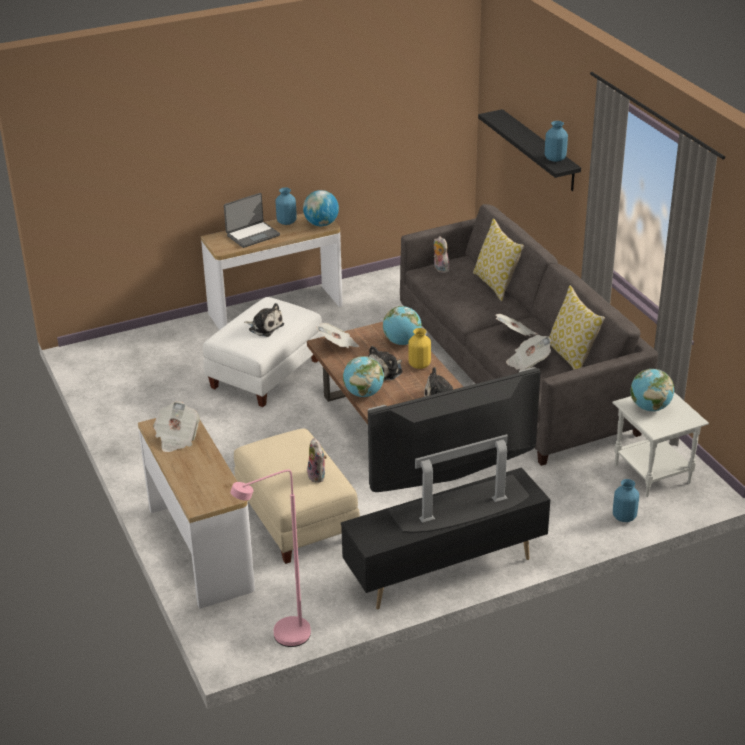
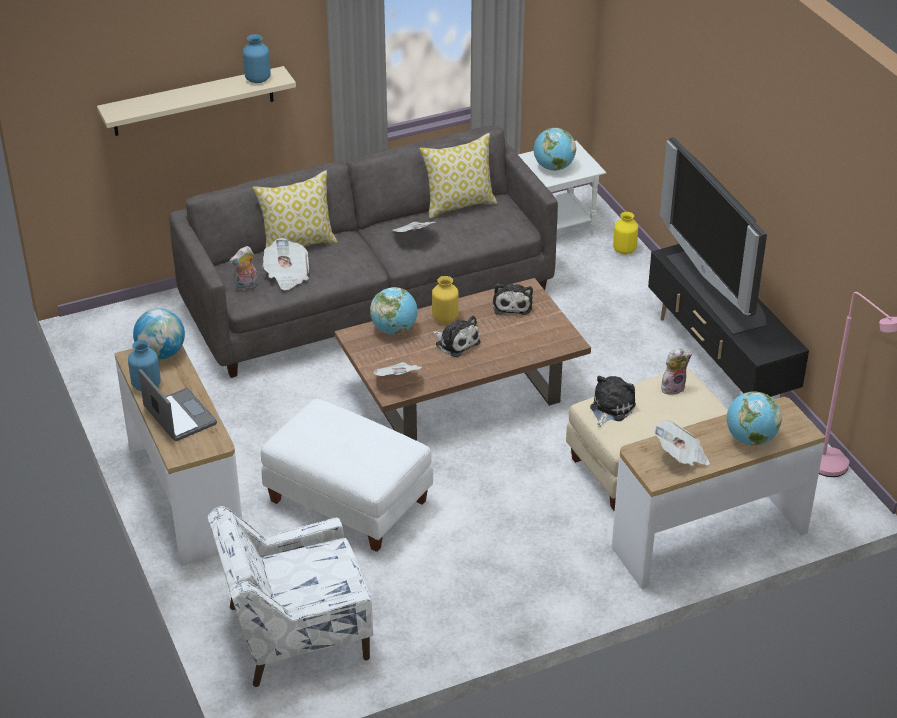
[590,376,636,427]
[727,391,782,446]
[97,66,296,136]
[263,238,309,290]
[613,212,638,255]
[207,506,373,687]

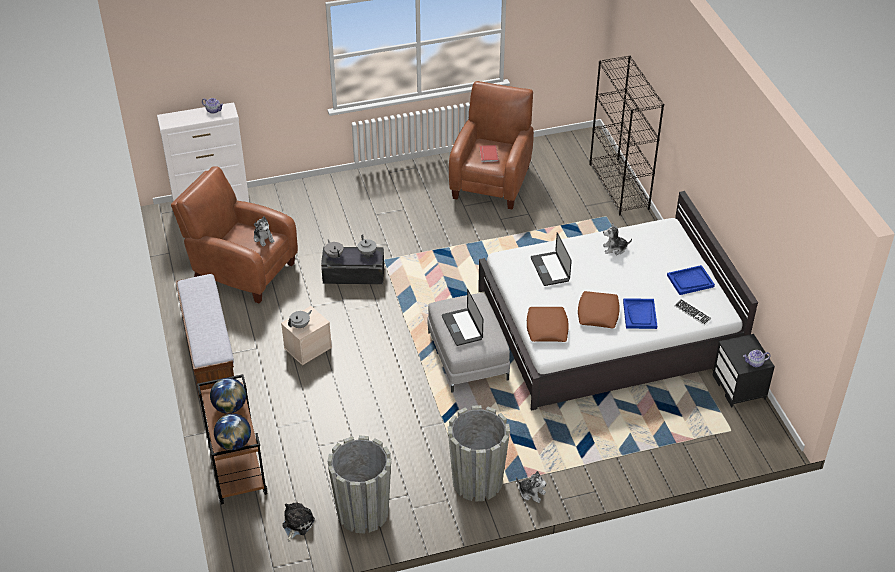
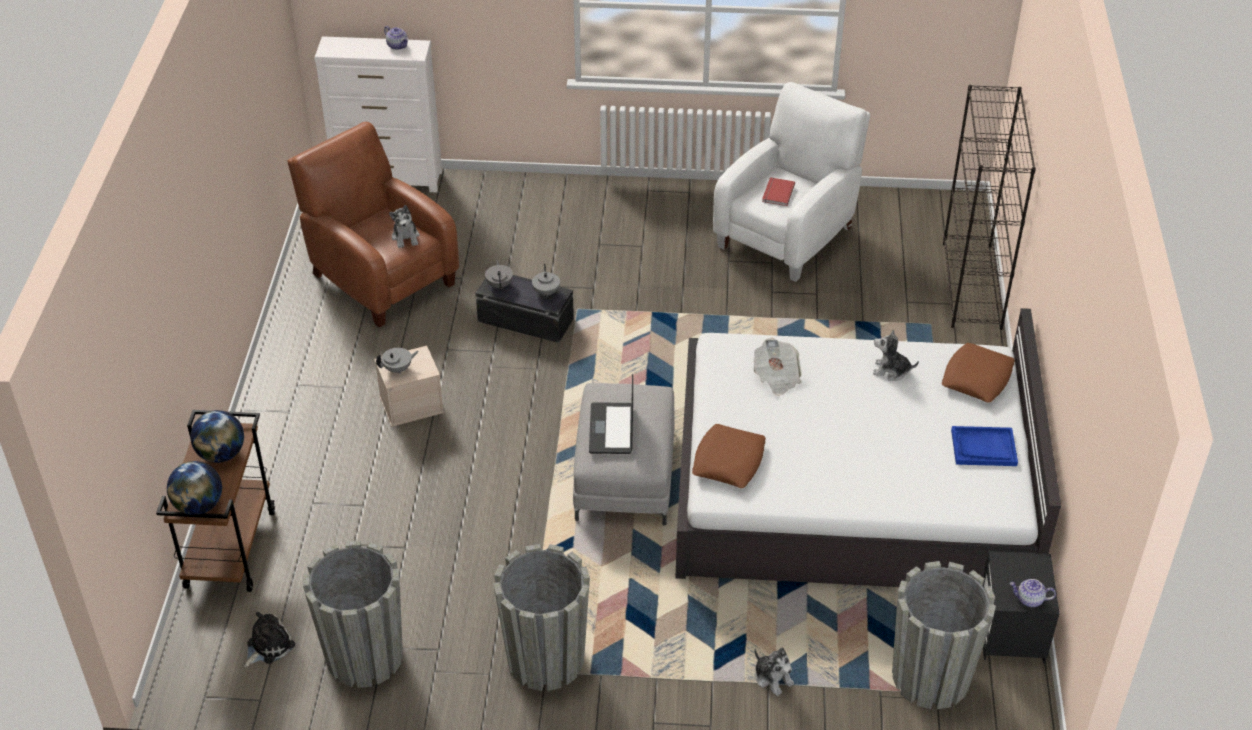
[176,274,234,398] (first image)
[713,82,870,282]
[754,647,794,696]
[753,338,802,396]
[942,343,1015,403]
[623,298,657,329] (first image)
[674,299,712,325] (first image)
[892,561,996,709]

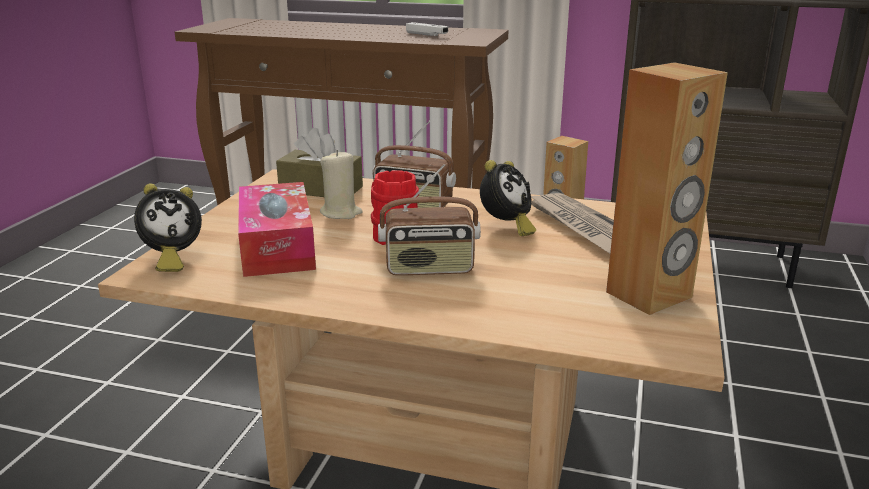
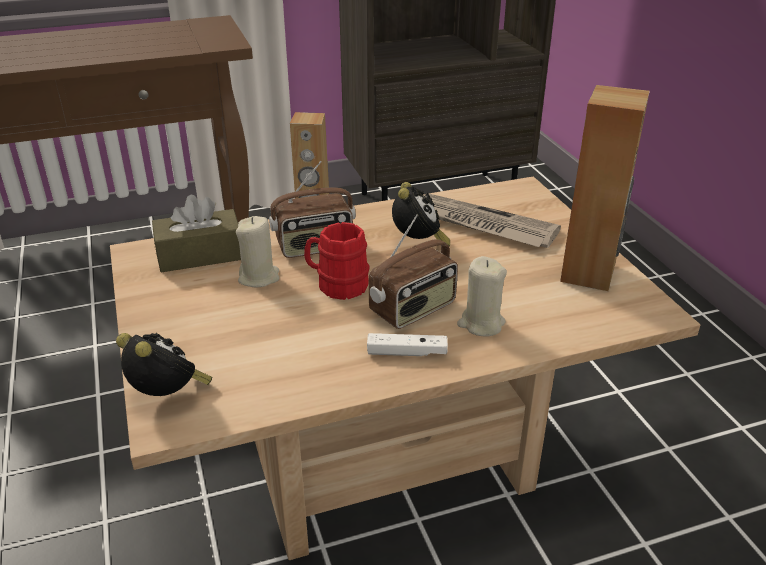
[116,333,212,396]
[238,182,316,277] (first image)
[367,333,448,356]
[457,256,507,336]

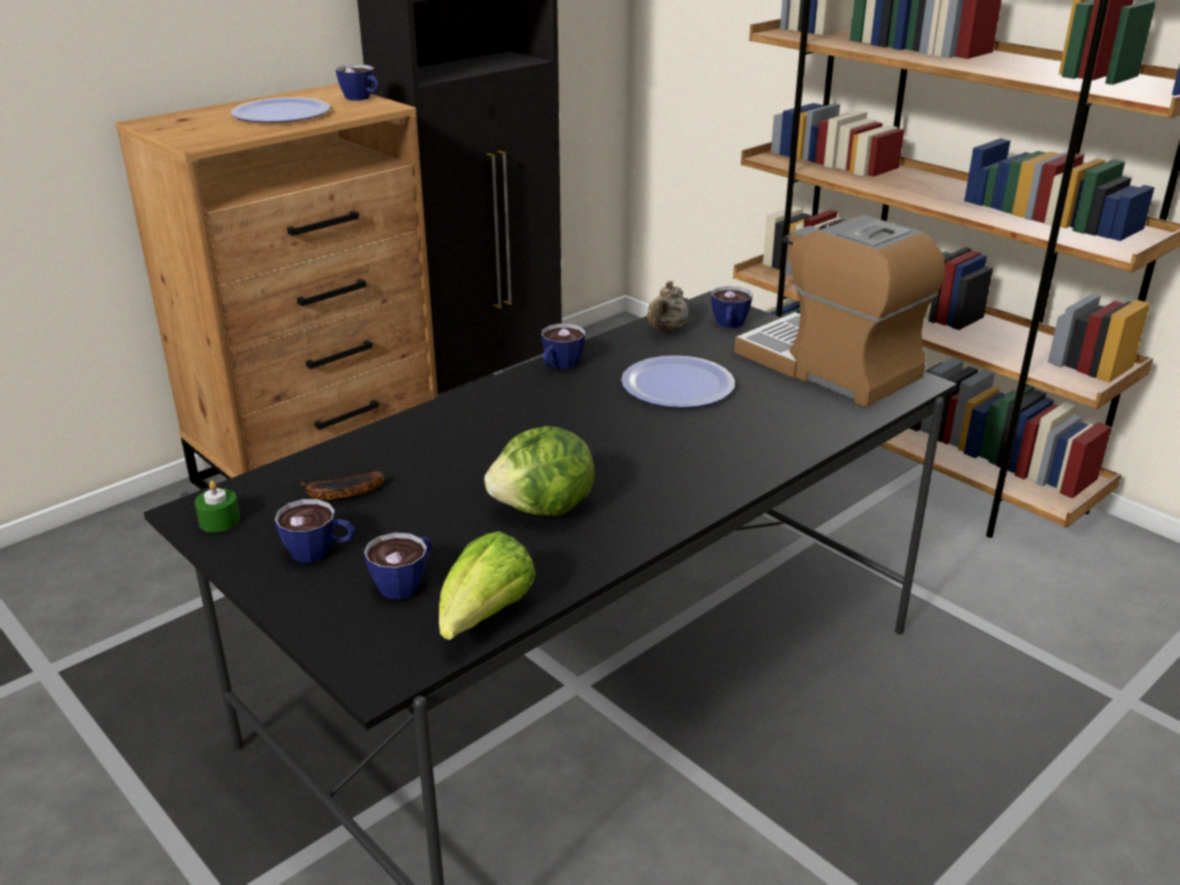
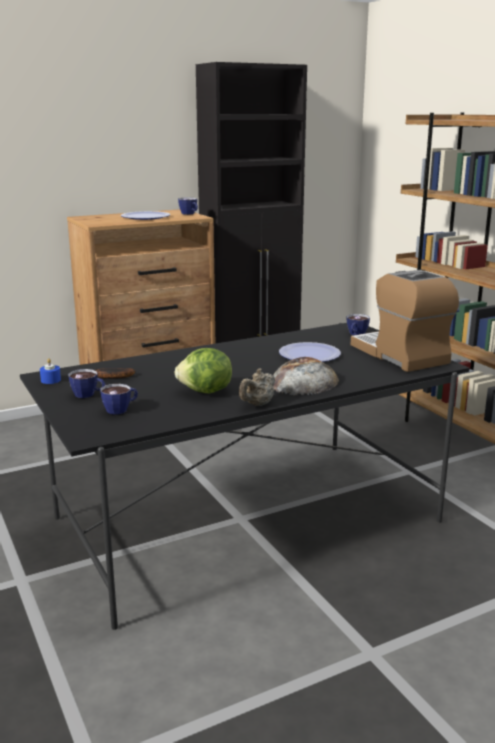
[40,358,61,384]
[439,531,536,640] (first image)
[541,324,585,369] (first image)
[239,368,275,406]
[273,357,339,395]

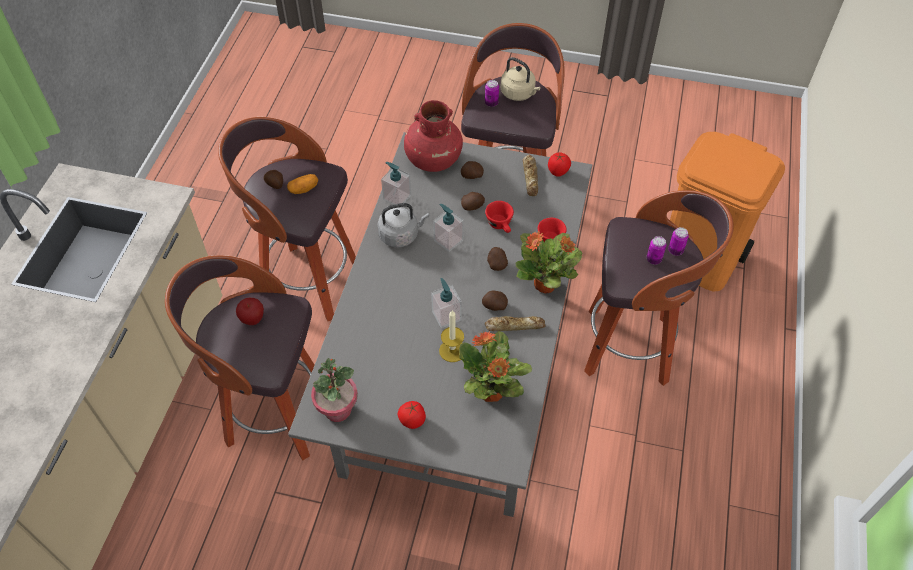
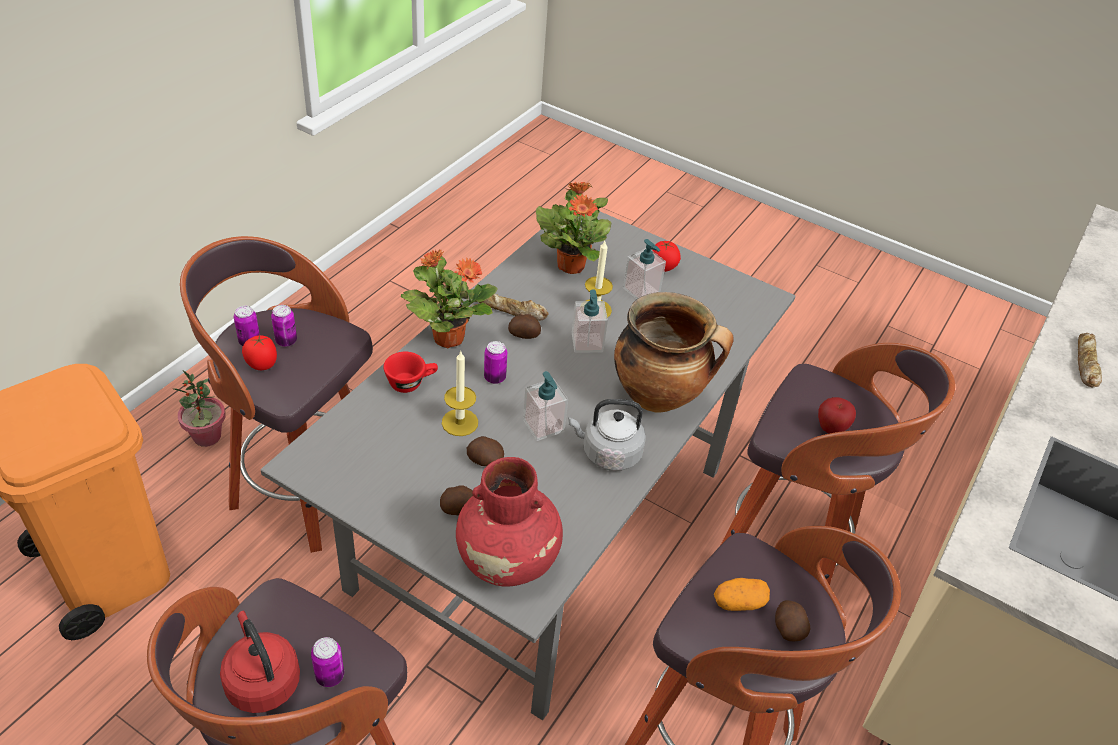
[173,370,226,447]
[623,239,666,300]
[442,351,478,436]
[484,341,507,384]
[220,611,300,713]
[1078,333,1102,387]
[242,335,277,370]
[614,292,734,413]

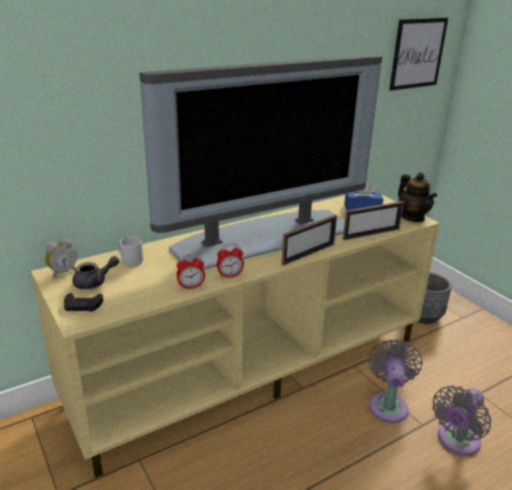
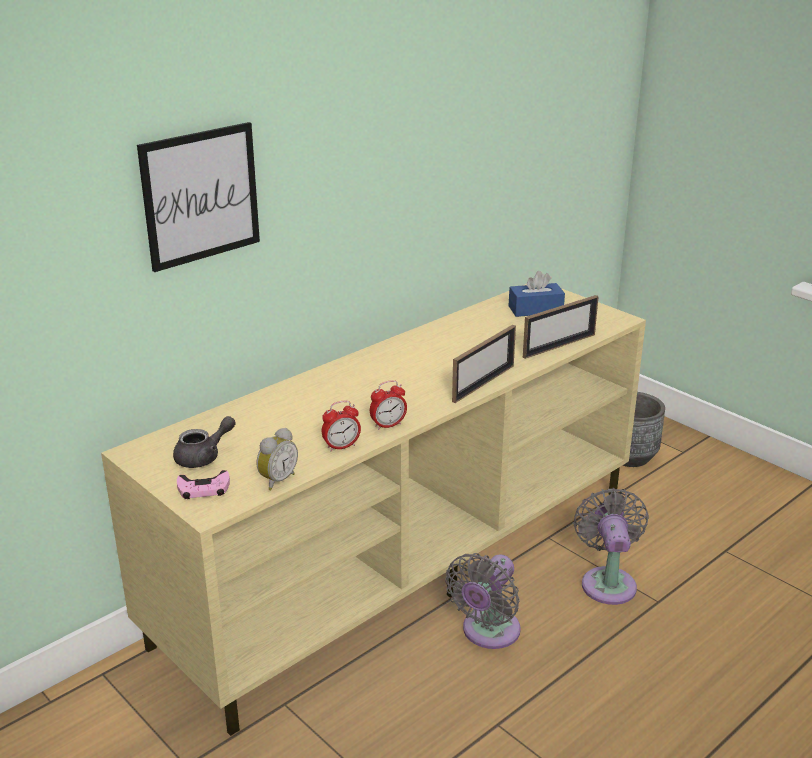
[257,428,298,491]
[177,470,230,499]
[118,236,143,266] (first image)
[139,55,383,270] (first image)
[137,122,260,272]
[398,172,437,222] (first image)
[445,553,521,649]

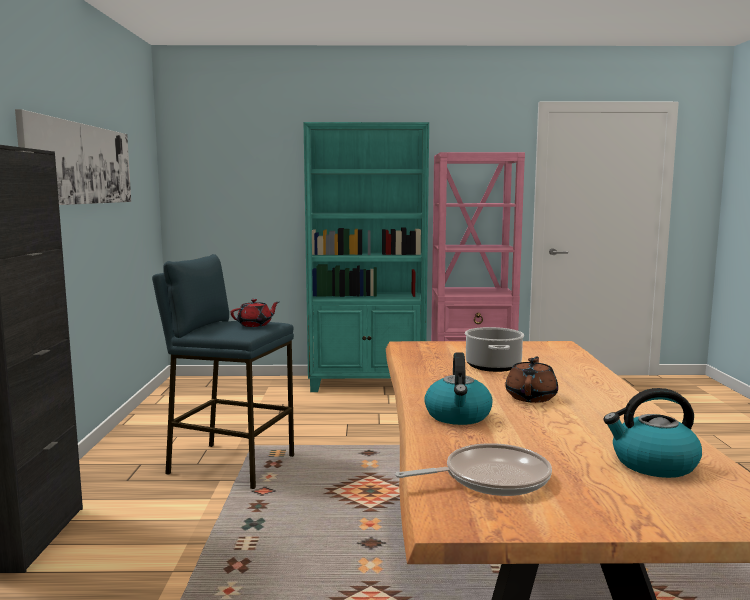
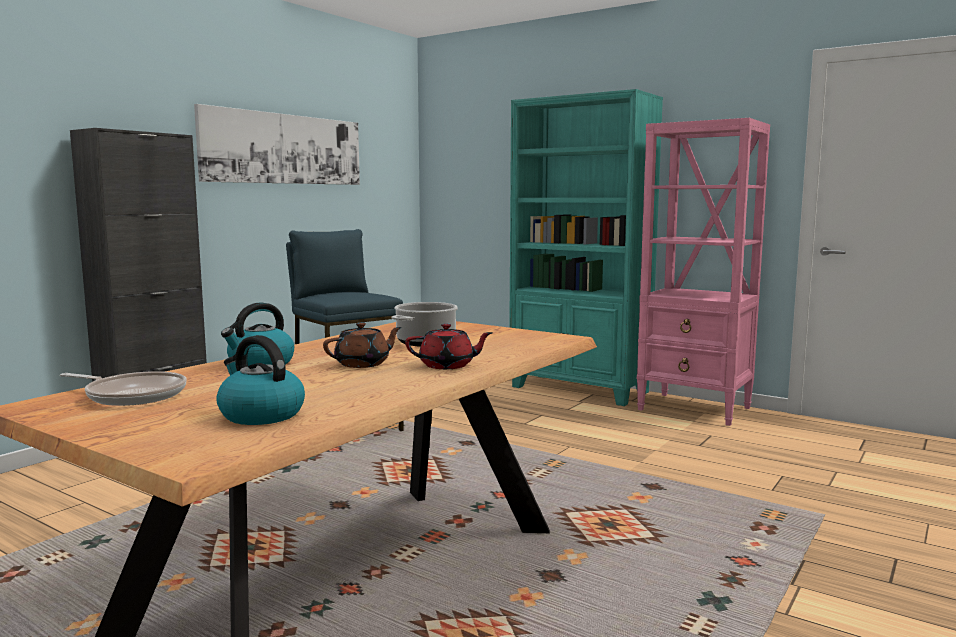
[405,323,493,369]

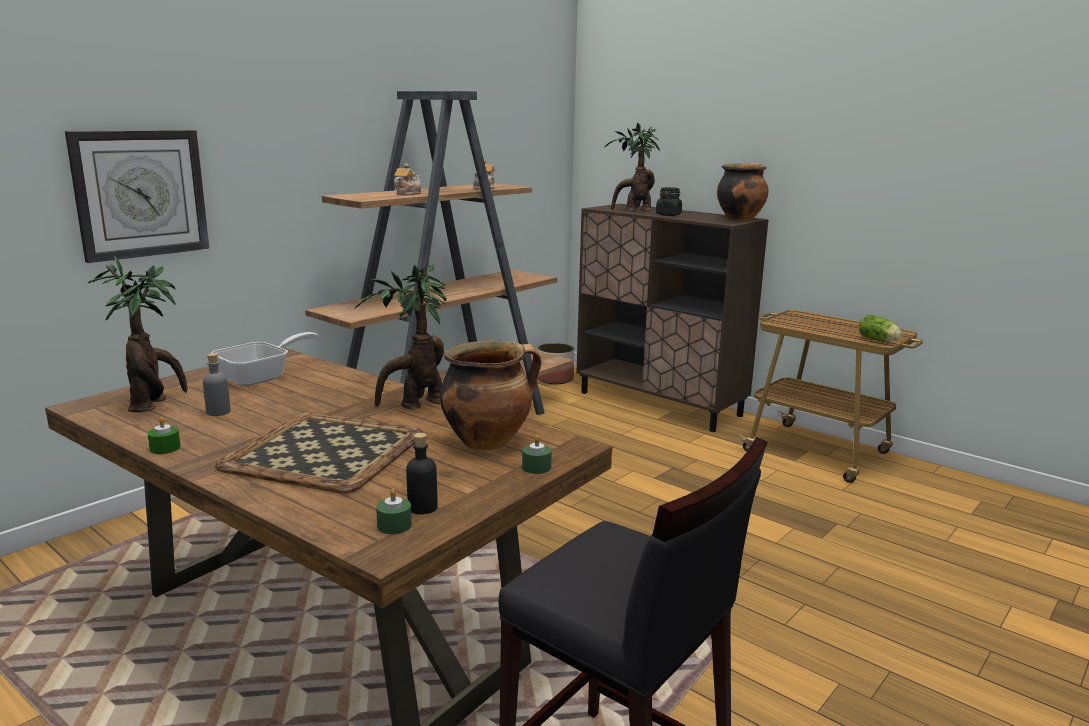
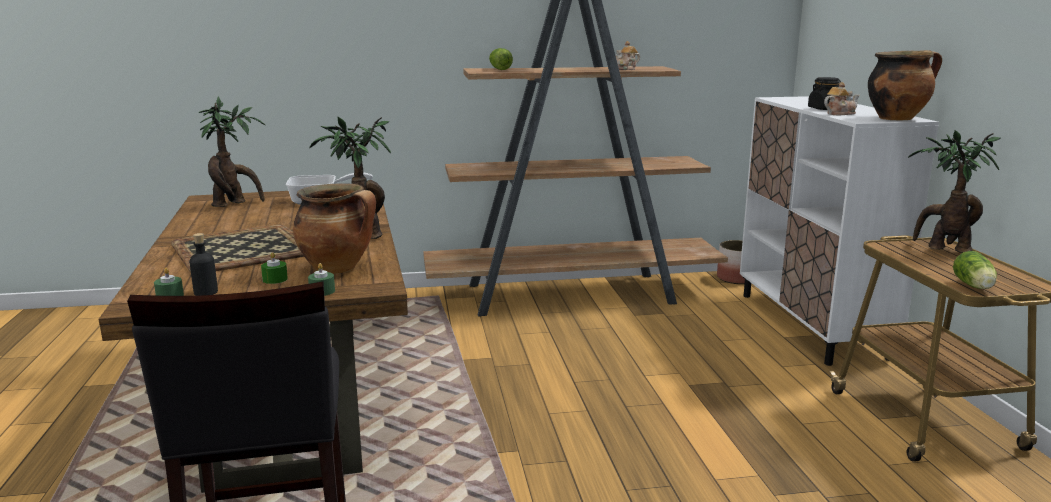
[65,130,209,263] (first image)
[261,252,288,284]
[203,353,230,416] (first image)
[824,82,860,115]
[740,96,939,366]
[908,130,1000,253]
[489,48,513,70]

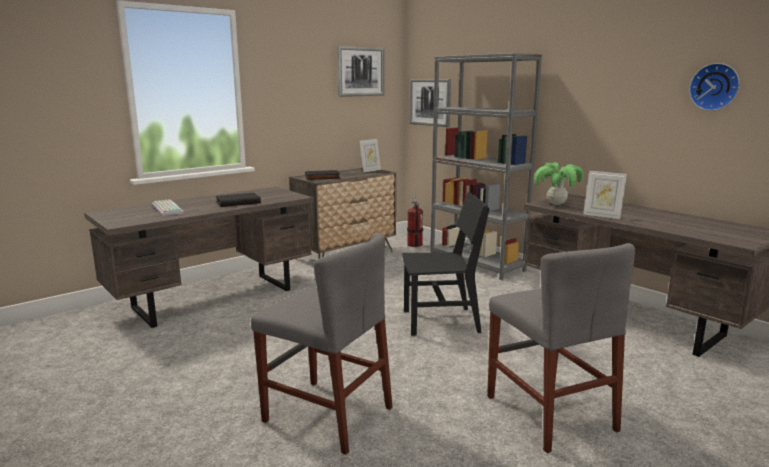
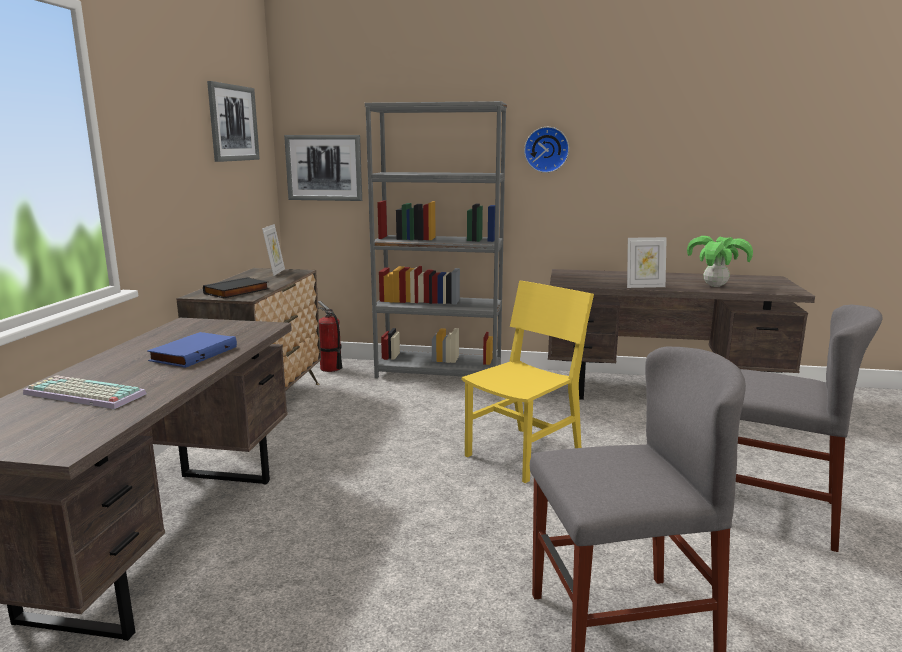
[147,332,237,368]
[461,281,594,483]
[687,236,753,287]
[524,127,569,173]

